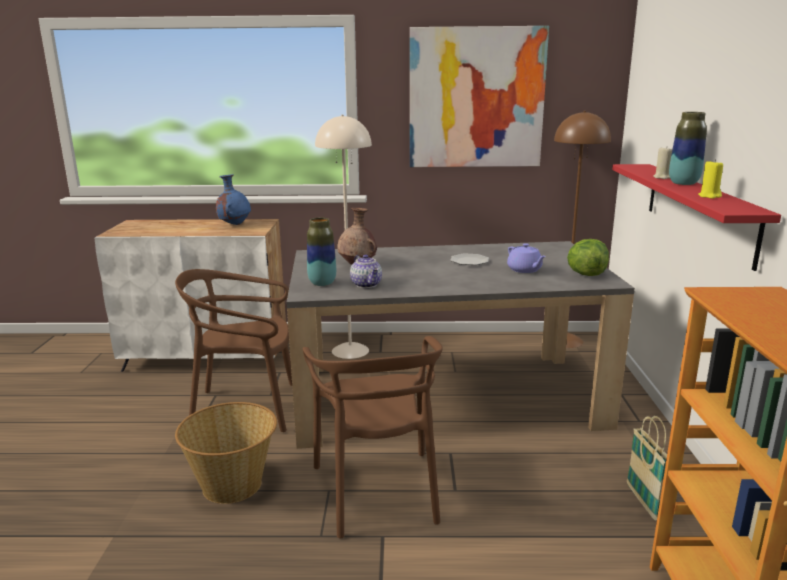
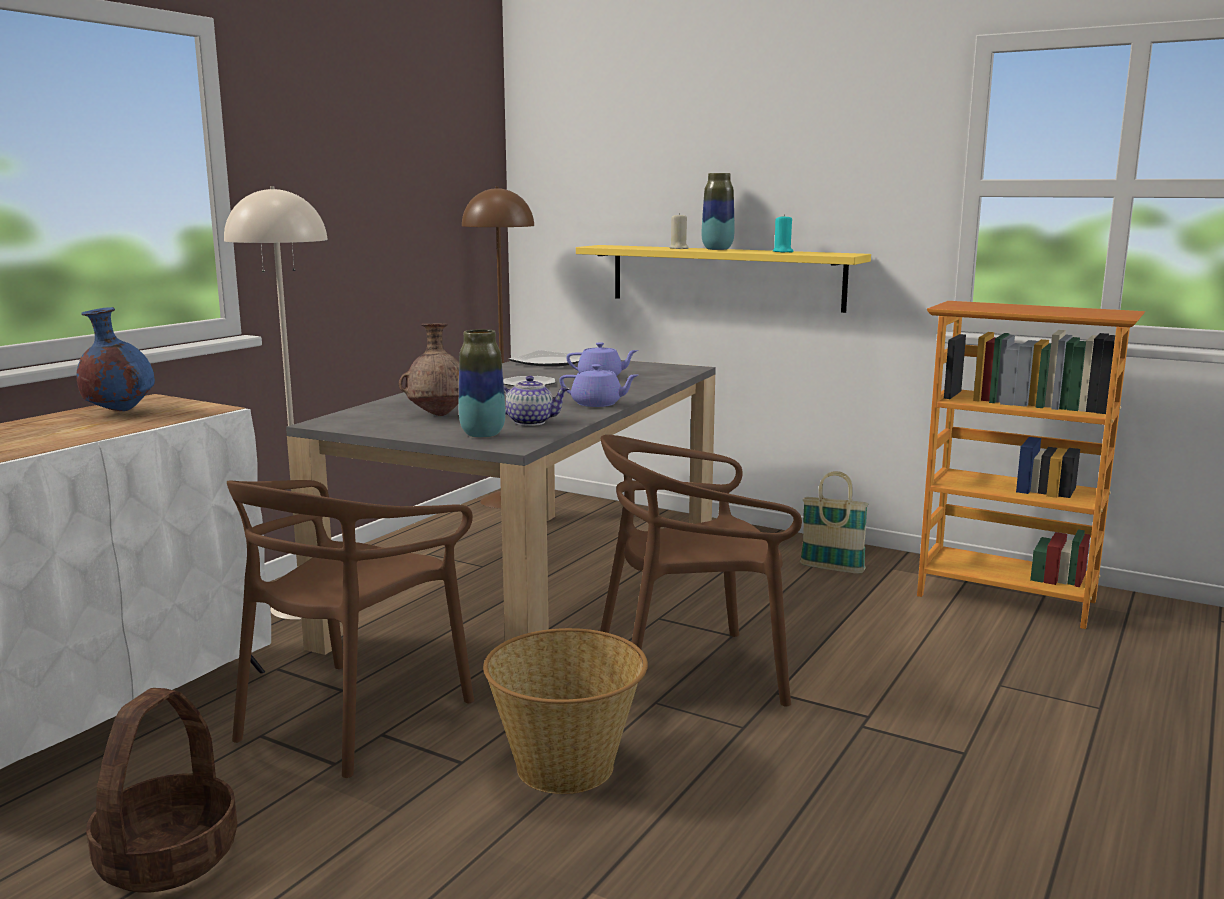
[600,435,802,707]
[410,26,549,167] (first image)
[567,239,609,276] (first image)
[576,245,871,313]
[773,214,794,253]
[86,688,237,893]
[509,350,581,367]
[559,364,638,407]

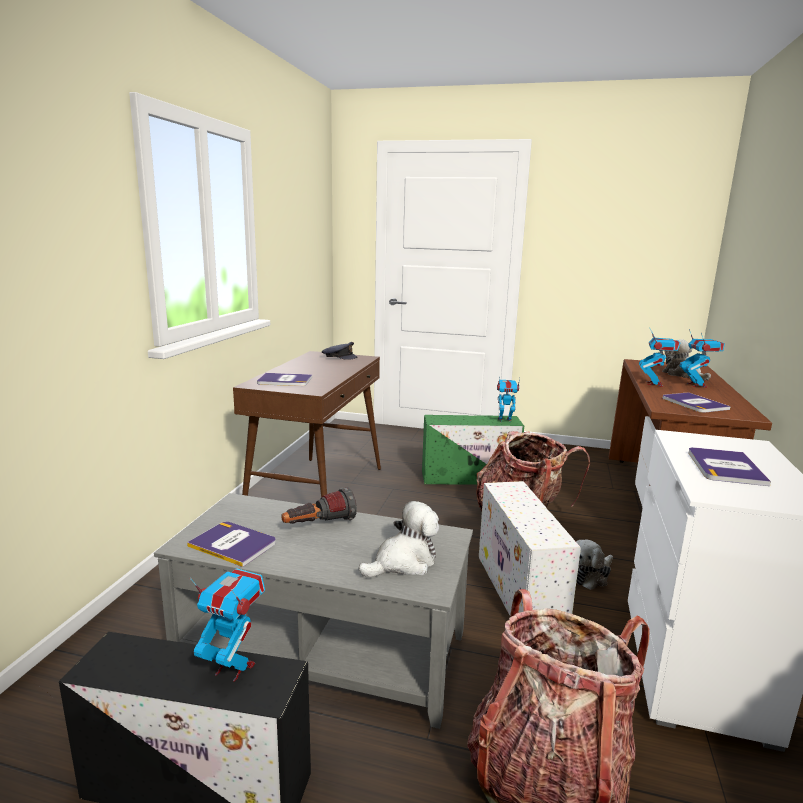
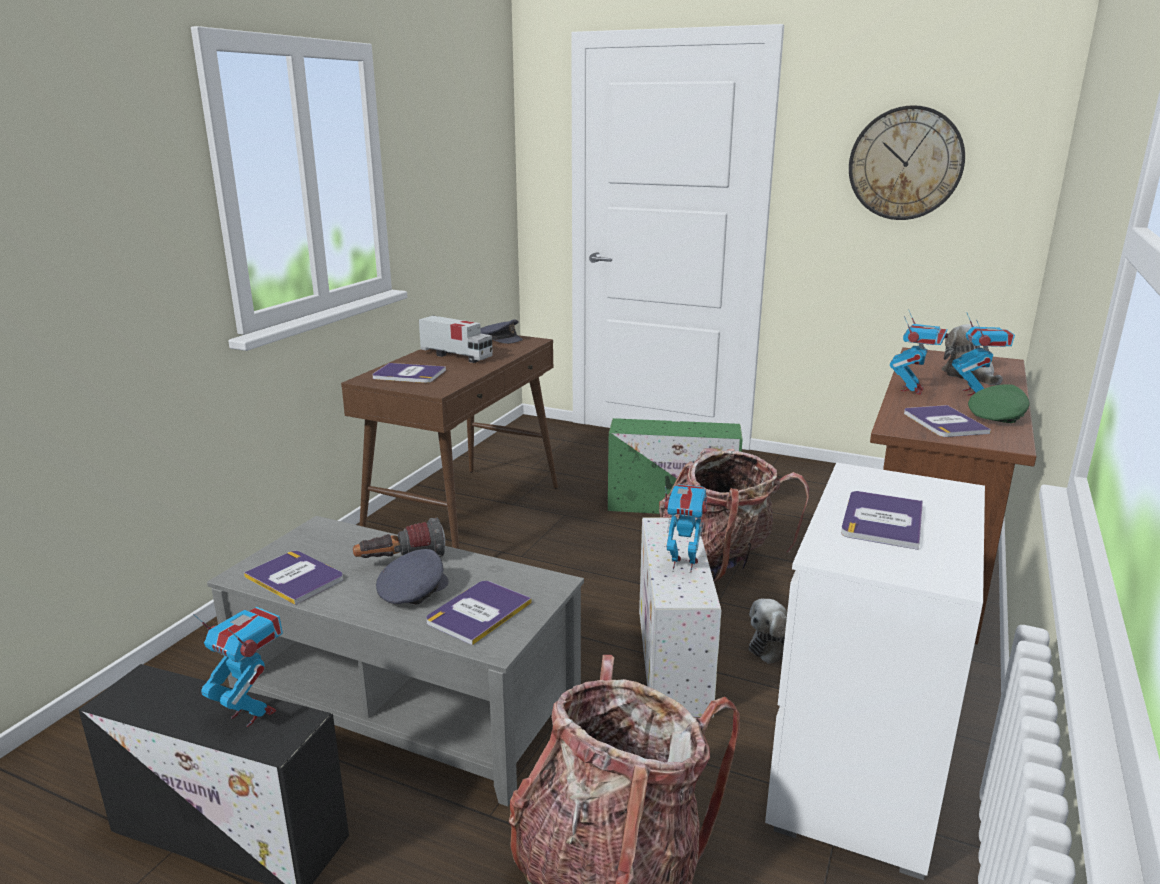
[426,581,532,645]
[664,484,708,572]
[376,549,449,605]
[419,316,493,363]
[849,105,965,220]
[968,384,1030,423]

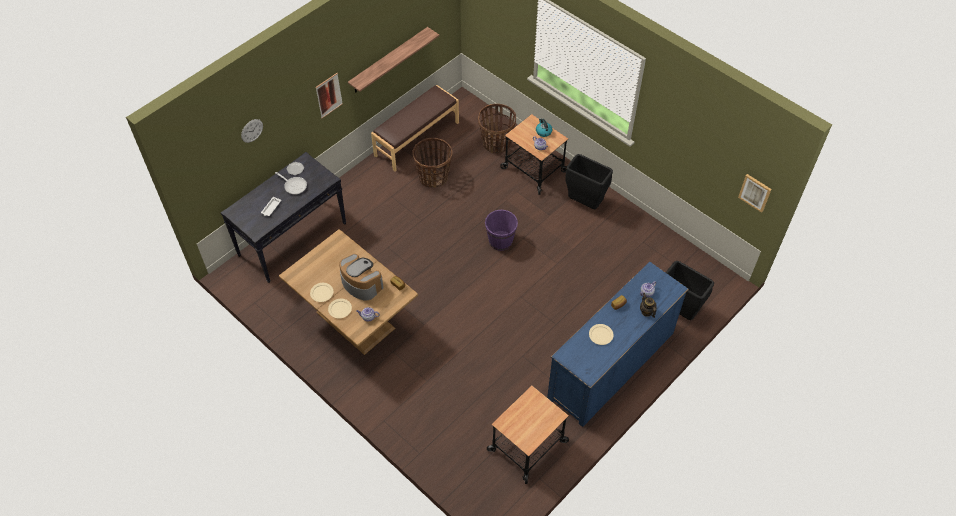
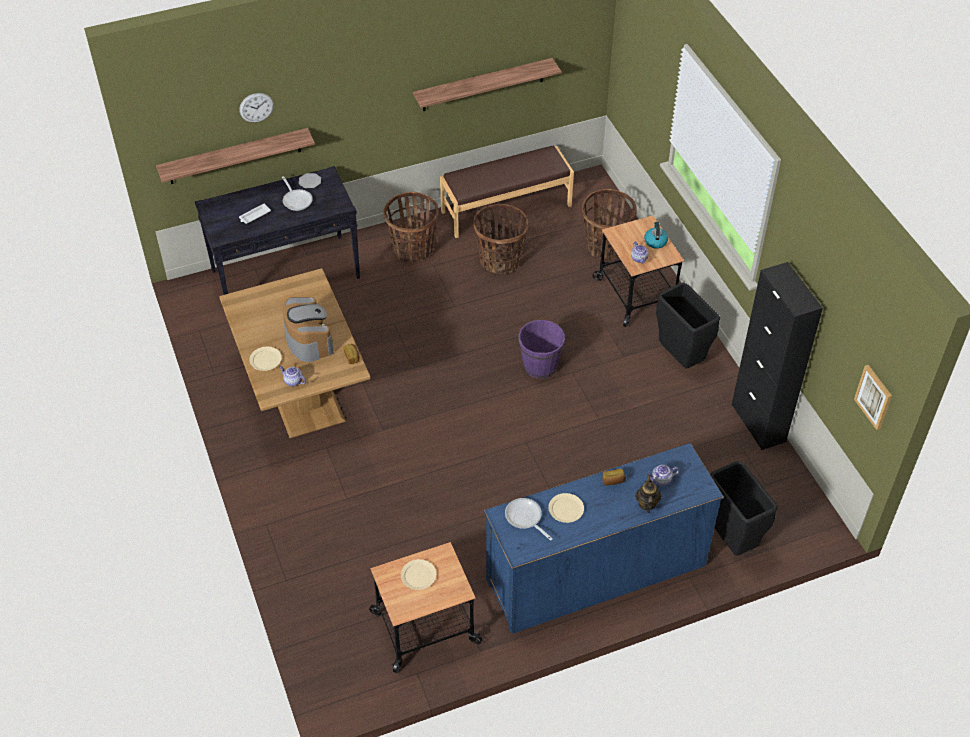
[401,559,436,590]
[316,73,343,118] (first image)
[156,128,315,184]
[384,192,439,262]
[505,498,553,541]
[732,262,823,450]

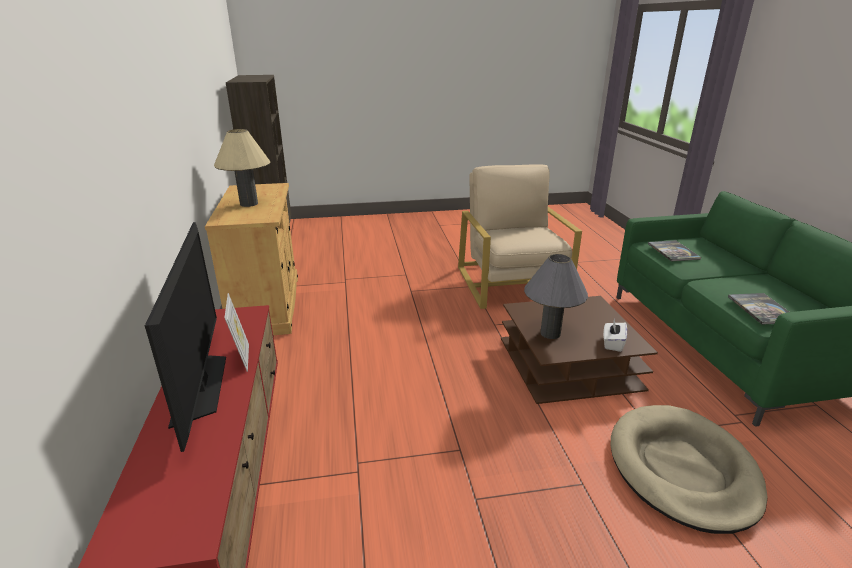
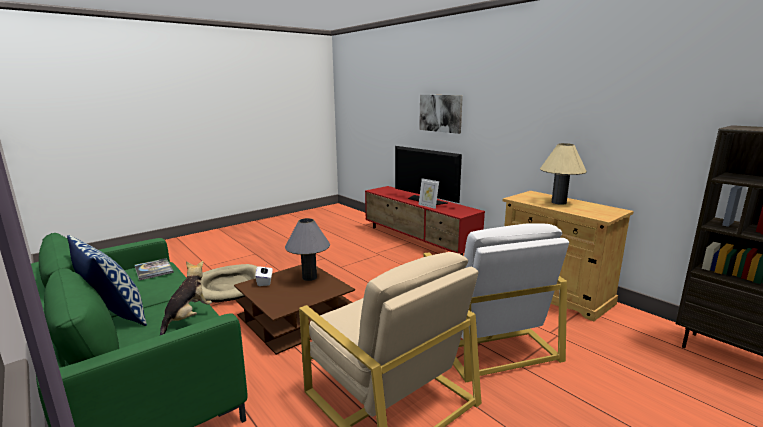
[160,261,212,335]
[67,235,147,326]
[419,95,463,134]
[423,223,569,382]

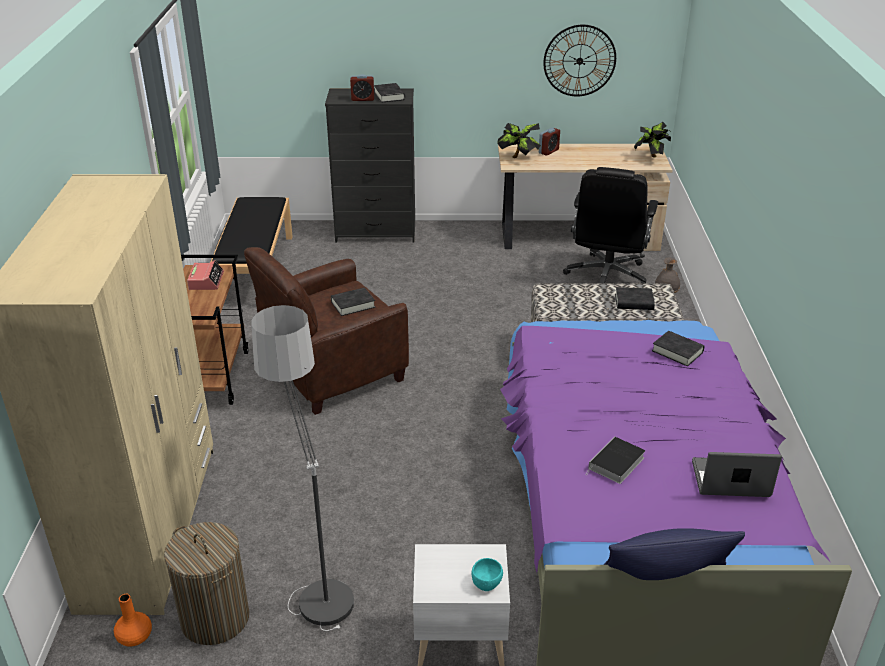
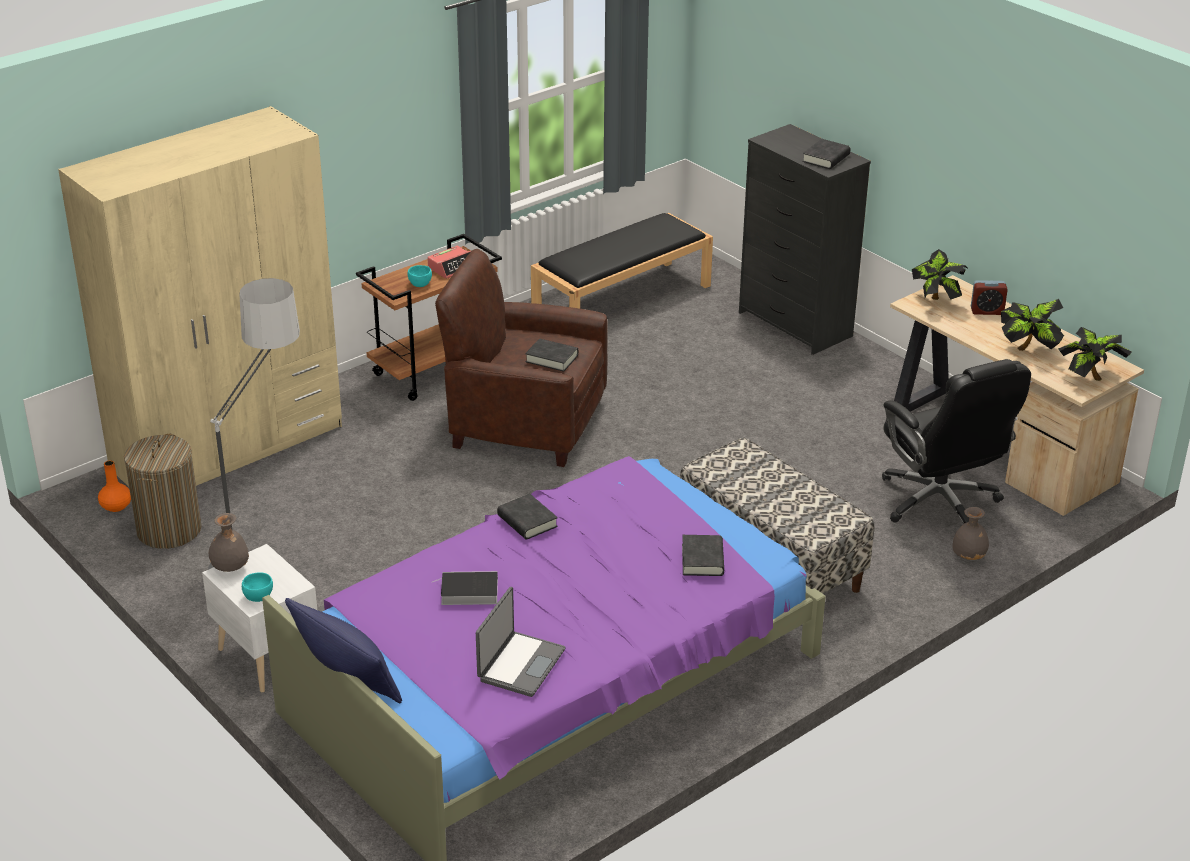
[350,74,374,101] (first image)
[543,25,616,97] (first image)
[882,359,1031,524]
[497,494,558,540]
[476,587,565,697]
[209,513,249,572]
[407,265,432,287]
[1001,299,1064,351]

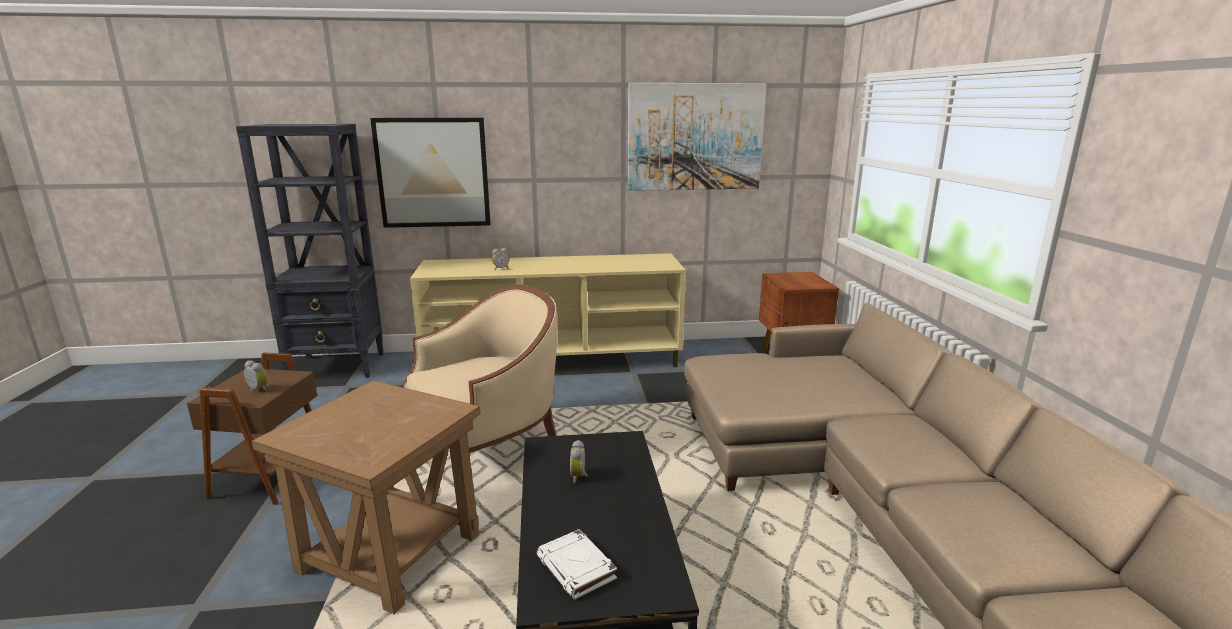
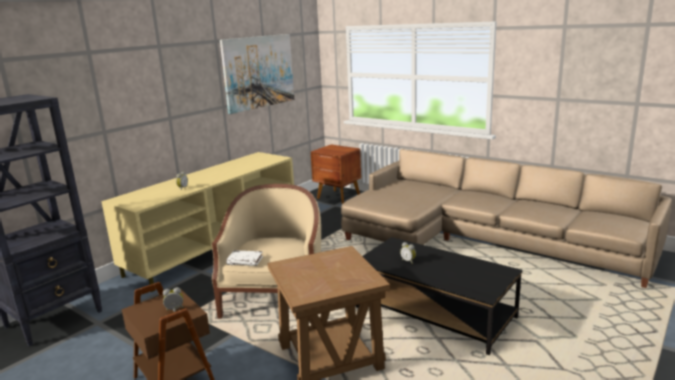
[370,118,491,228] (first image)
[226,250,263,266]

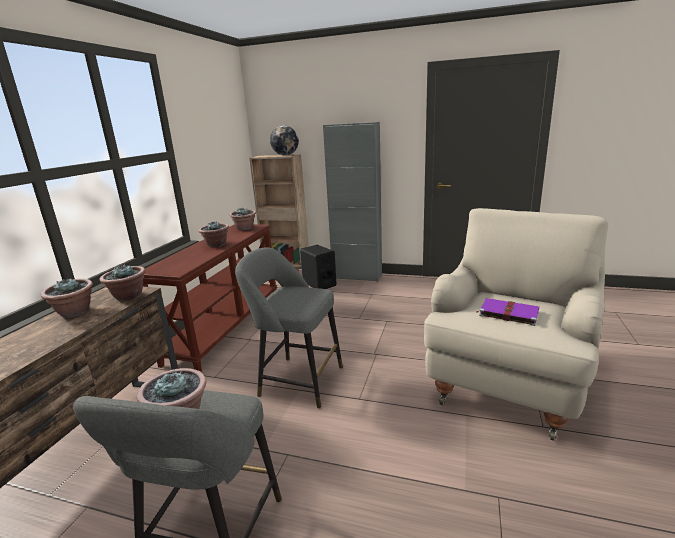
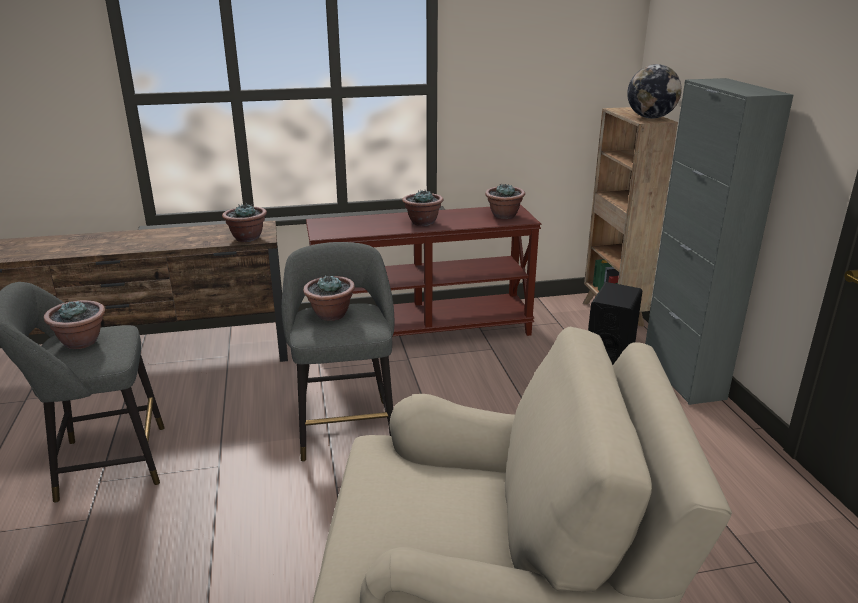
[303,275,355,321]
[477,298,539,326] (first image)

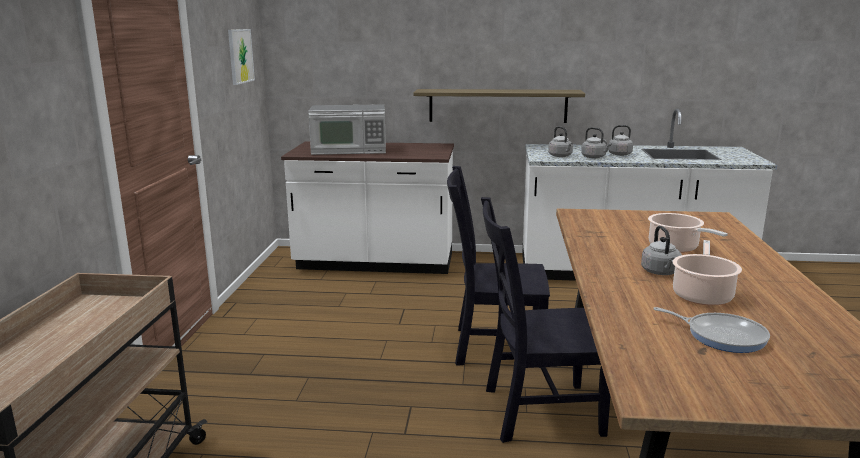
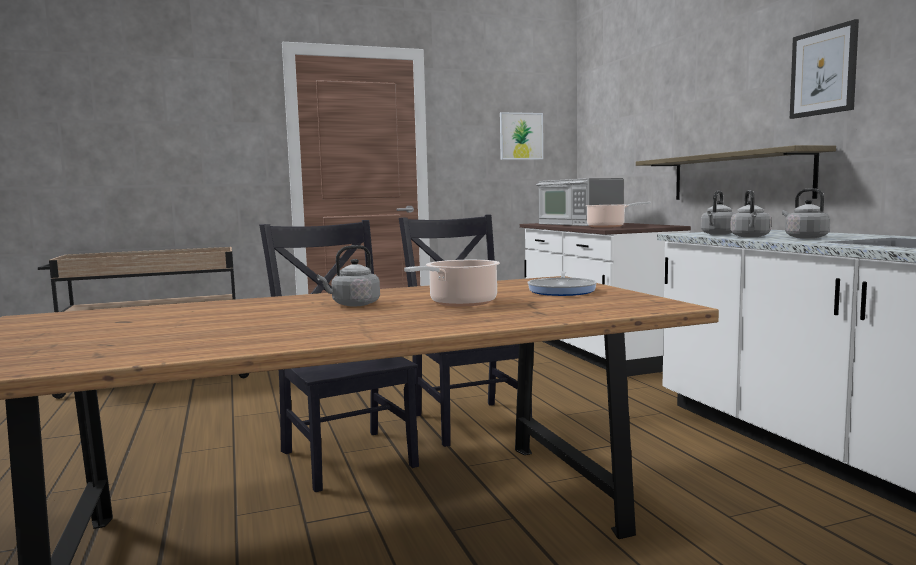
[528,271,597,296]
[585,202,651,228]
[790,19,859,119]

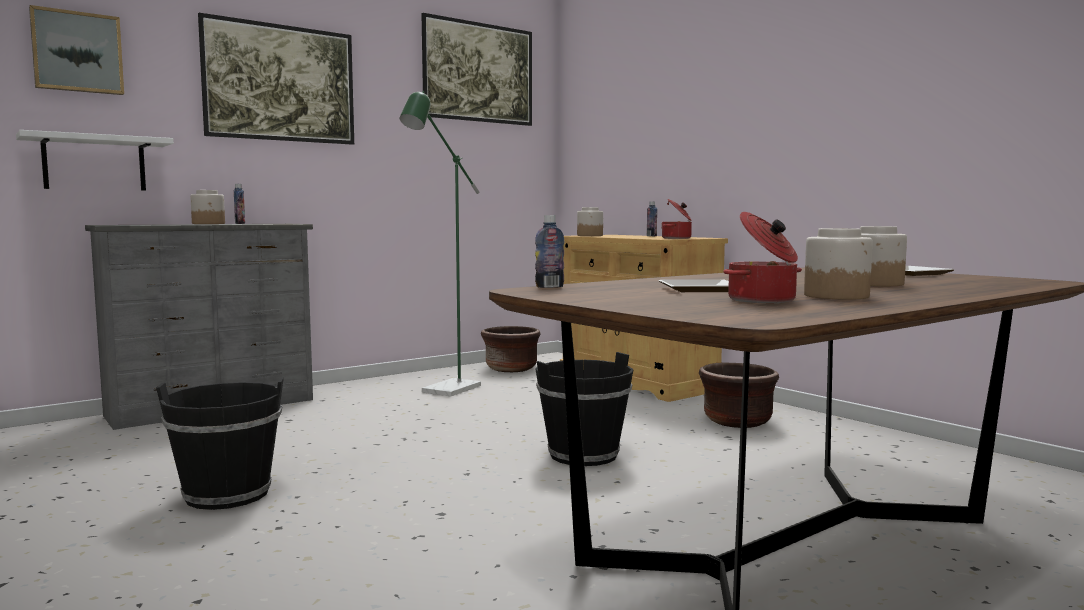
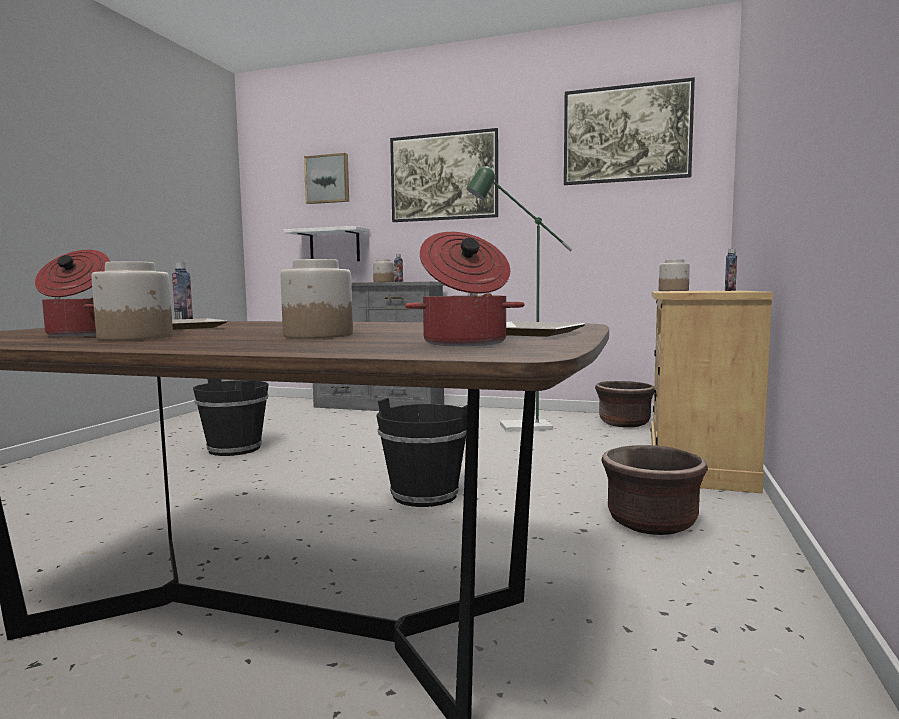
[405,232,525,346]

